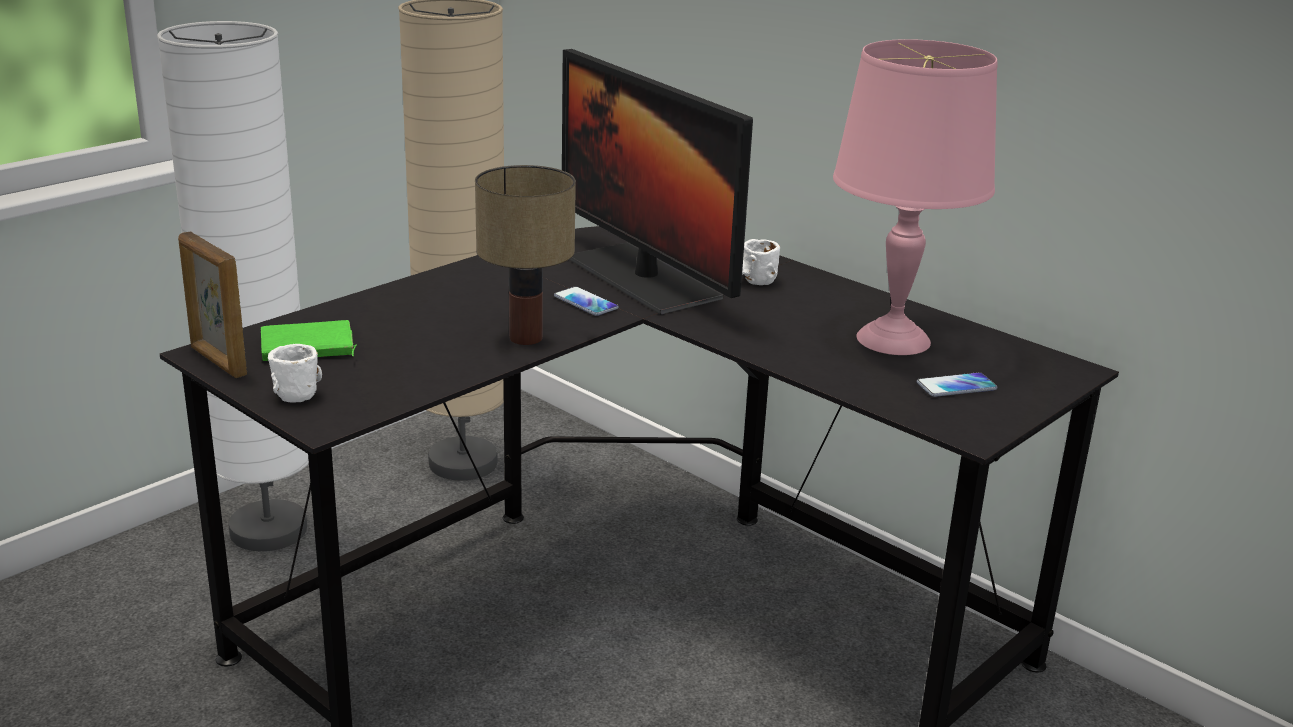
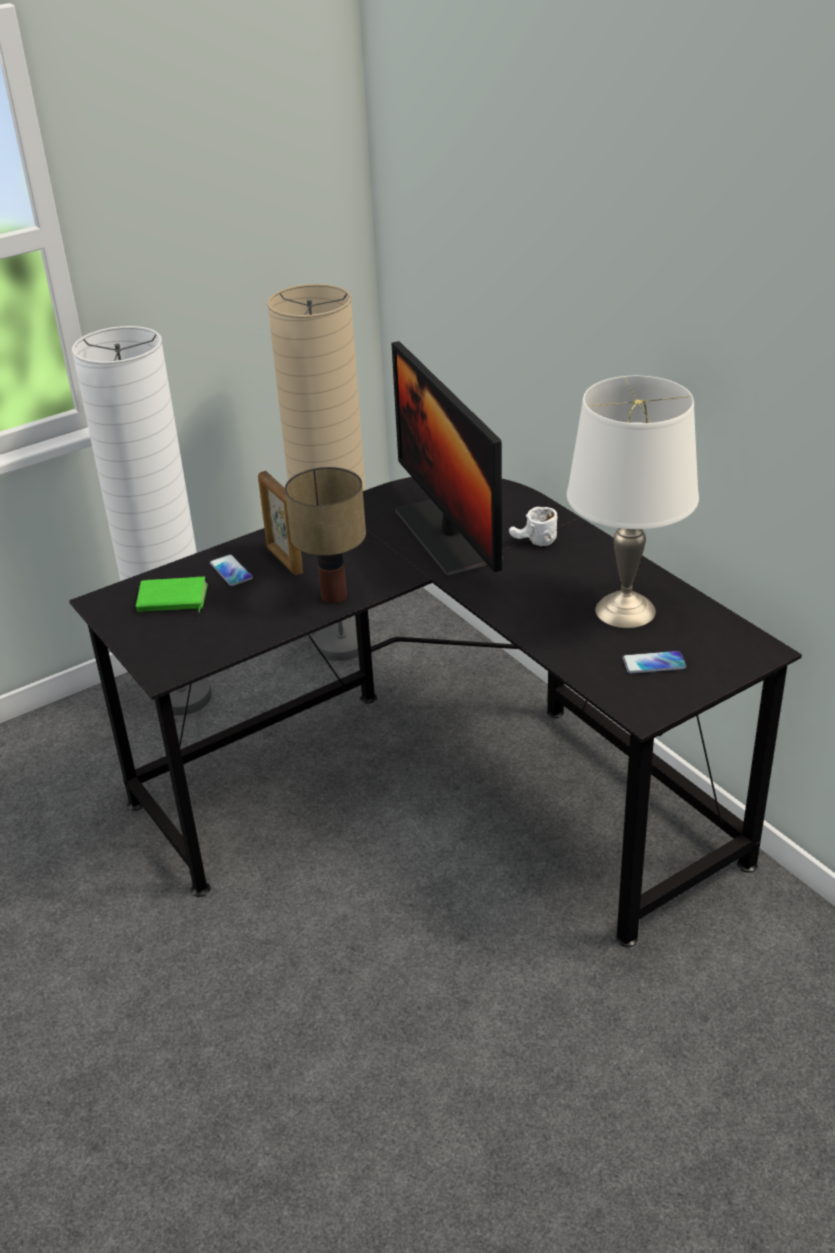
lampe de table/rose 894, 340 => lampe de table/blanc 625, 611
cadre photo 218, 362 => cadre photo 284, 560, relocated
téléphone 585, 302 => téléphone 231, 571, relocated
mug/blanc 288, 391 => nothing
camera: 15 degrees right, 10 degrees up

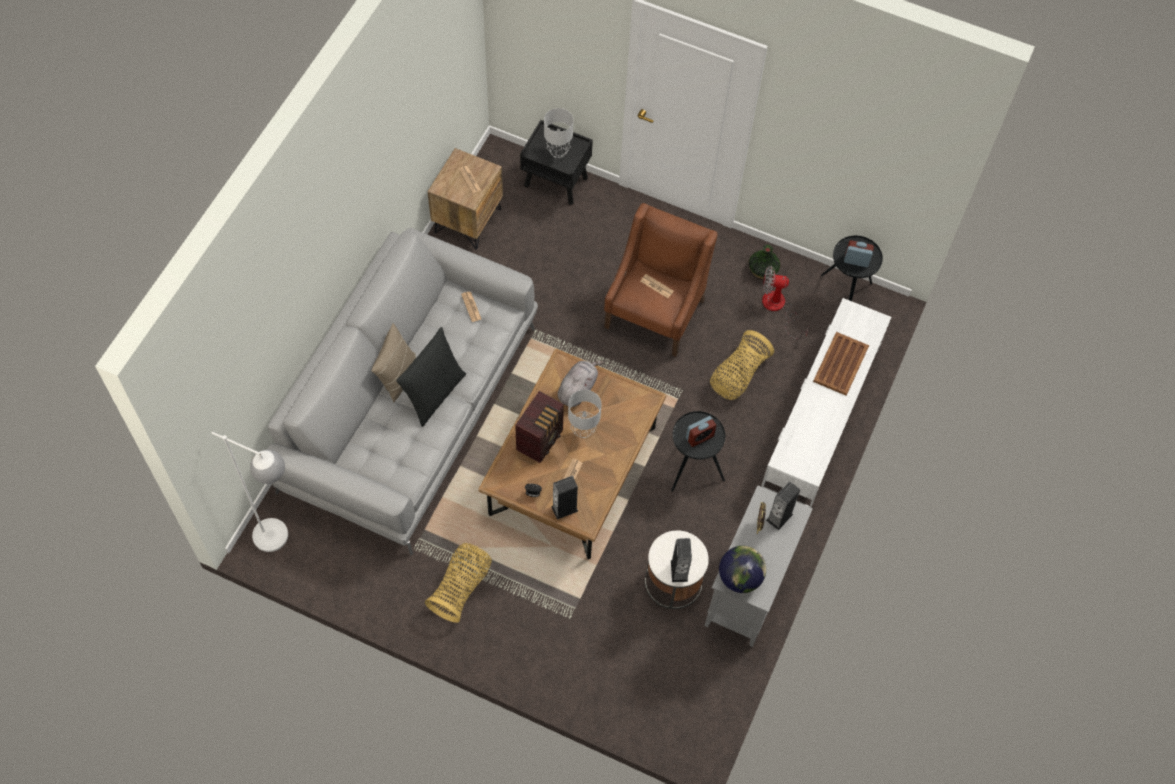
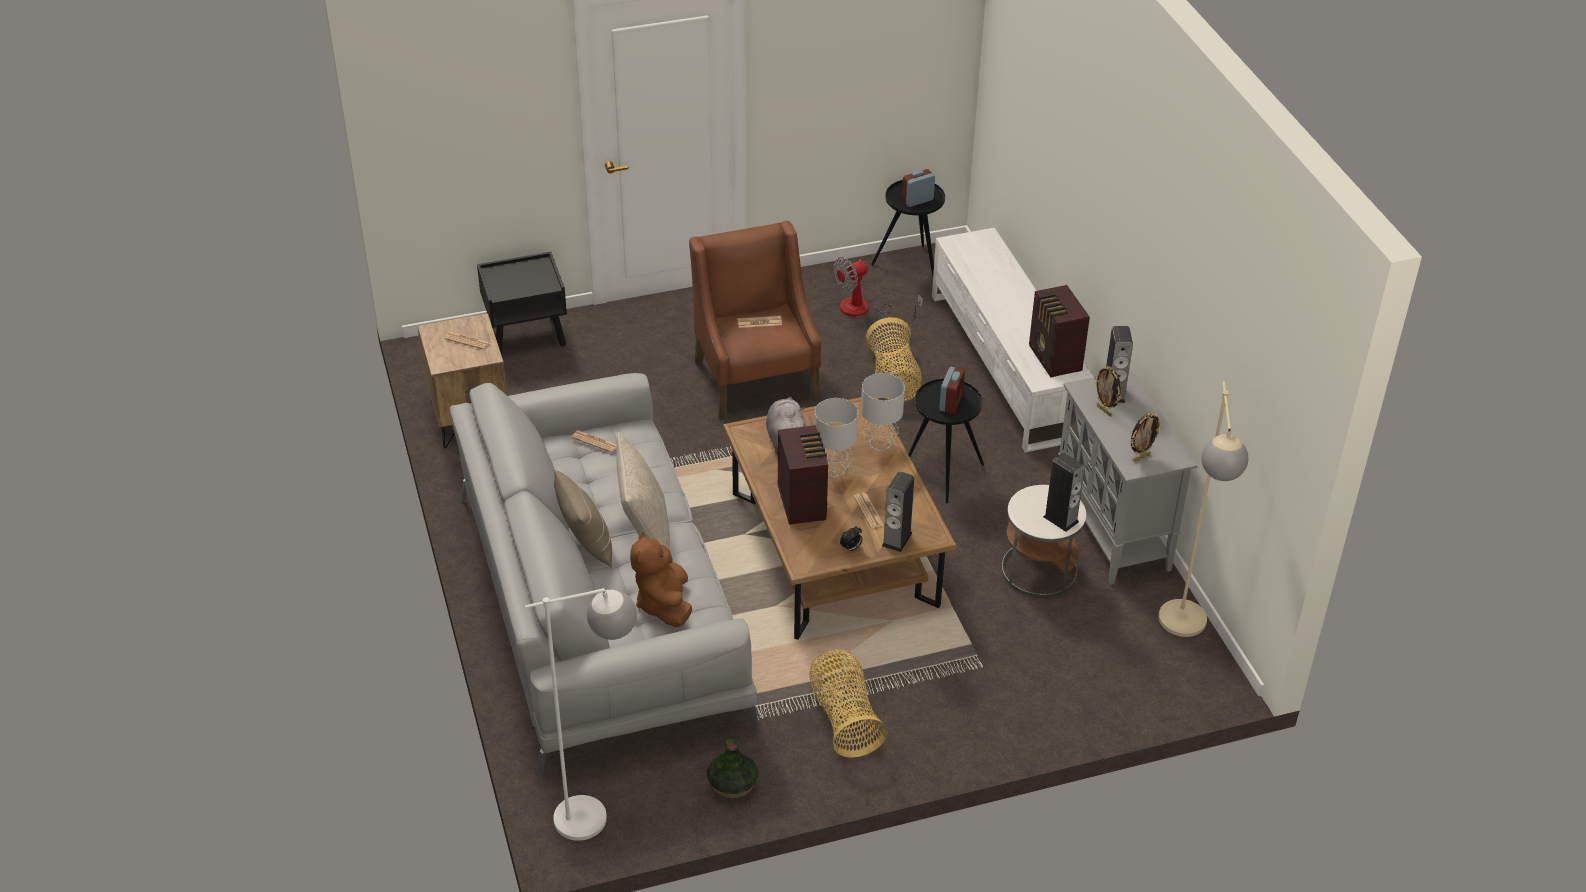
lampe de table/gris 557, 151 => lampe de table/gris 879, 443, relocated
vase 762, 269 => vase 732, 785, relocated
coussin/noir 434, 393 => coussin/beige 645, 534
plateau/marron 841, 363 => nothing
globe 740, 577 => cadre photo 1140, 457
nothing => radio 1054, 359
nothing => lampadaire/beige 1183, 632
nothing => peluche/marron 664, 604
camera: 40 degrees left, 20 degrees down

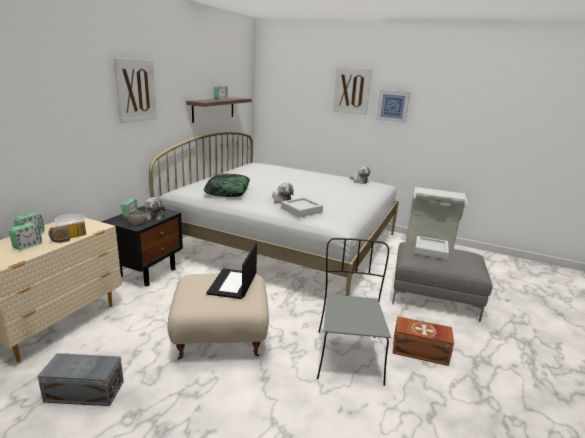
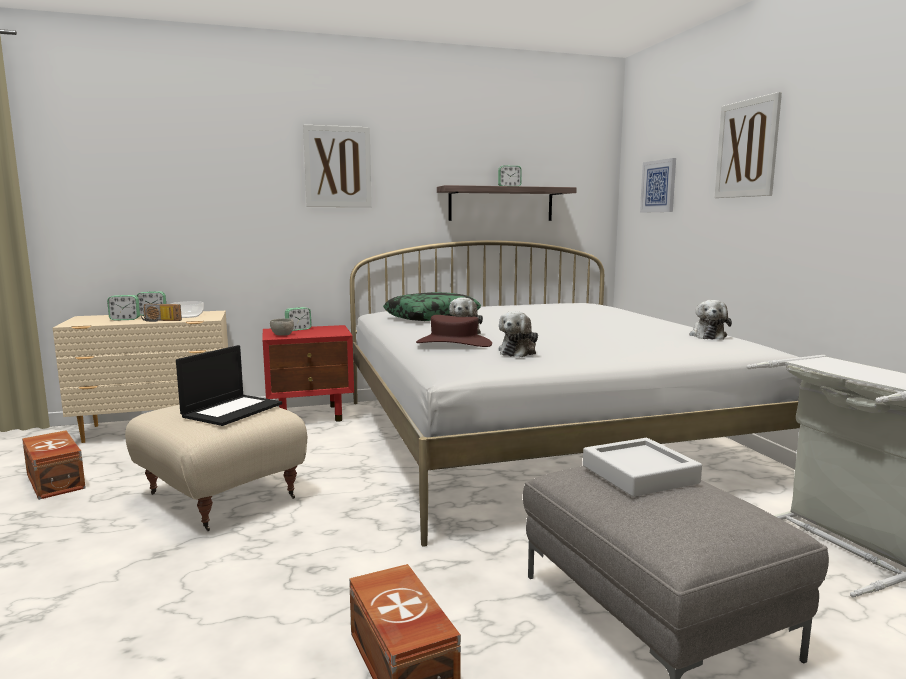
tableau 392, 106 => tableau 659, 186, relocated
peluche 153, 216 => peluche 518, 352, relocated
plateau/gris 301, 210 => chapeau/marron 454, 343
table de chevet/noir 147, 272 => table de chevet/rouge 311, 415
chaise/gris 348, 355 => nothing
ordinateur portable 233, 284 => ordinateur portable 232, 410, 150 degrees clockwise
boîte de rangement/gris 85, 392 => boîte de rangement/marron 54, 481
camera: 50 degrees right, 10 degrees down

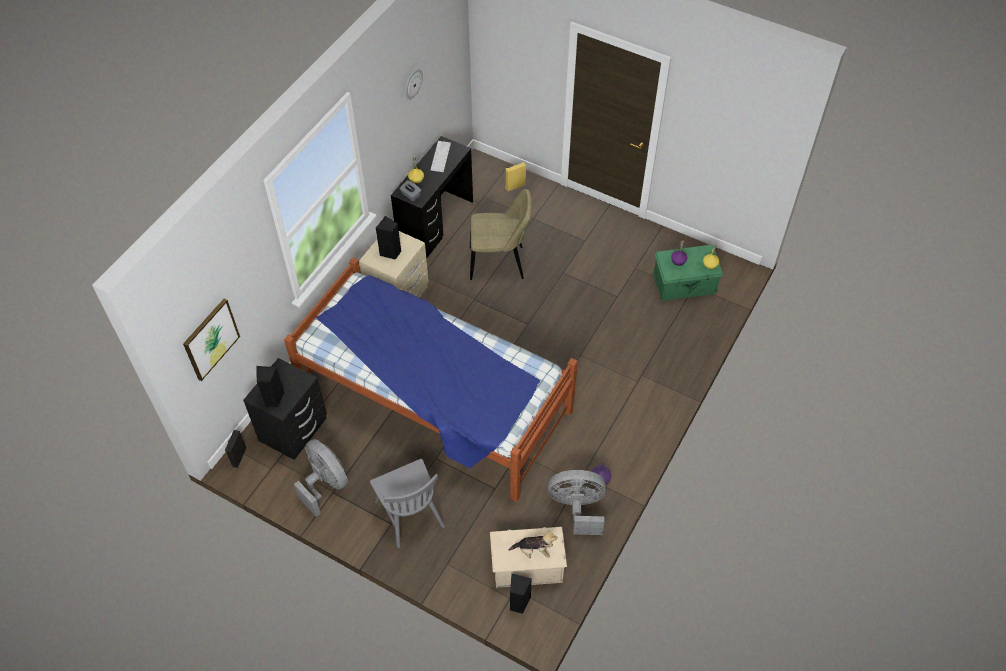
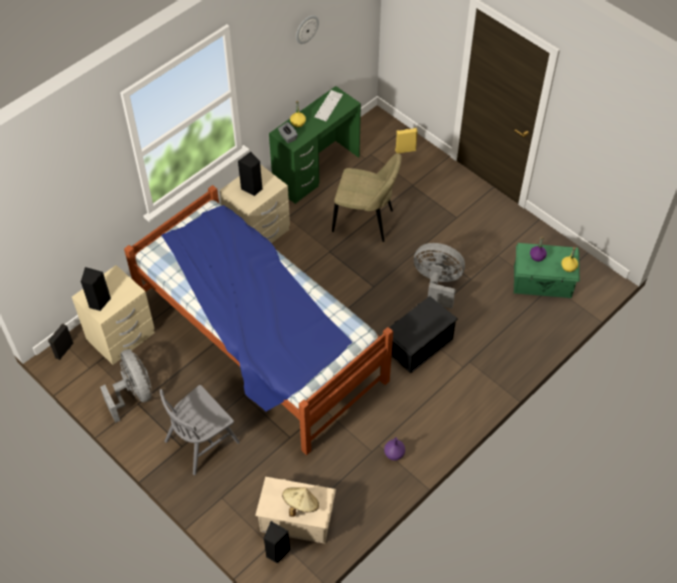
bureau/noir 435, 224 => bureau/vert 316, 171
tableau 211, 339 => nothing
table de chevet/noir 294, 430 => table de chevet/beige 121, 337
chaise/gris 409, 513 => chaise/gris 202, 441, 60 degrees clockwise
ventilateur/gris 577, 508 => ventilateur/gris 437, 283, relocated
peluche 534, 550 => chapeau/beige 300, 505
nothing => boîte de rangement/noir 418, 344
camera: 15 degrees right, 0 degrees up

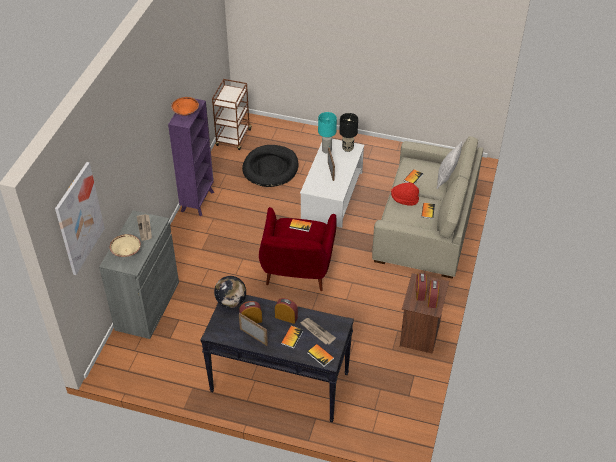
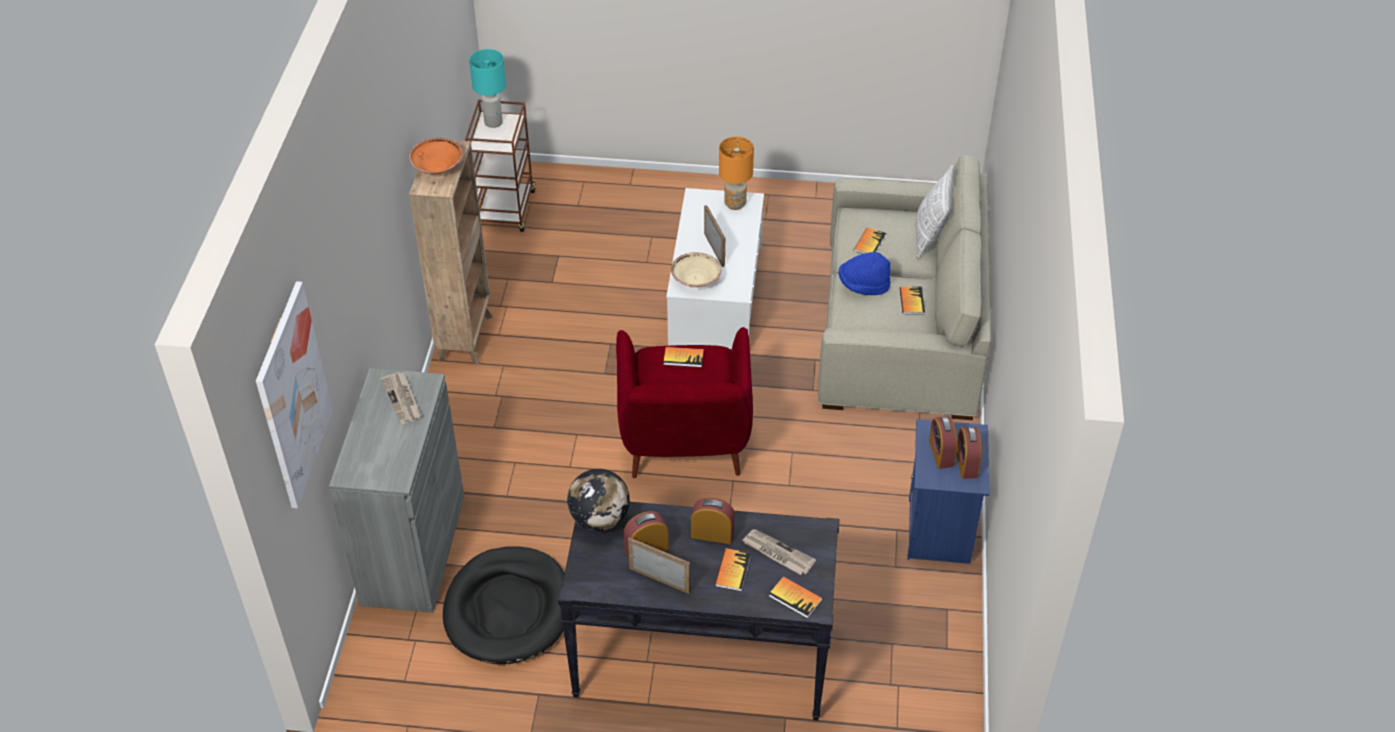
bibliothèque/violet 198, 201 => bibliothèque/marron 465, 336
lampe de table/turquoise 326, 150 => lampe de table/turquoise 493, 122, relocated
lampe de table/noir 347, 148 => lampe de table/orange 735, 204
panier pour chien/noir 270, 168 => panier pour chien/noir 508, 609, relocated
chapeau/rouge 404, 199 => chapeau/bleu 863, 285
bol/beige 126, 251 => bol/beige 695, 280, relocated
table de chevet/marron 421, 334 => table de chevet/bleu 940, 530
camera: 10 degrees left, 0 degrees up

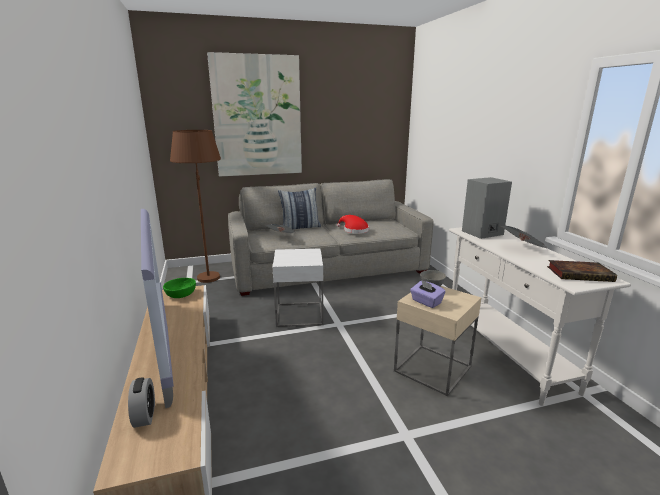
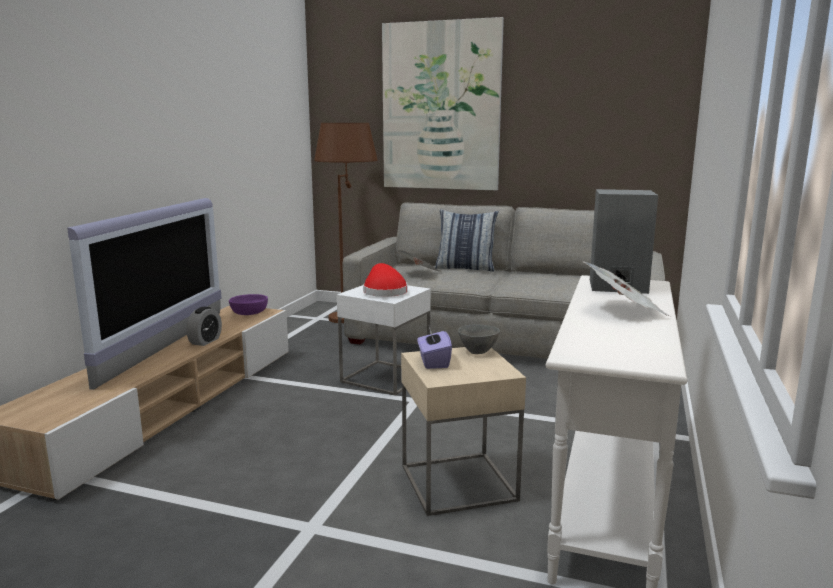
chapeau/rouge 354, 230 => chapeau/rouge 384, 292, relocated
livre 580, 274 => nothing
bol/vert 180, 294 => bol/violet 249, 313
réveil 144, 416 => réveil 205, 341, relocated
camera: 35 degrees right, 5 degrees down

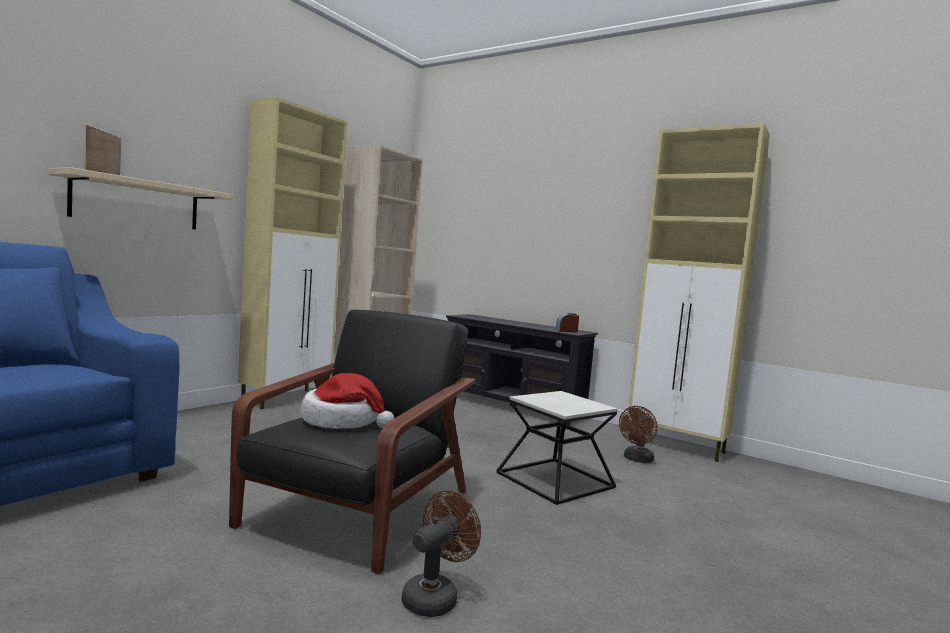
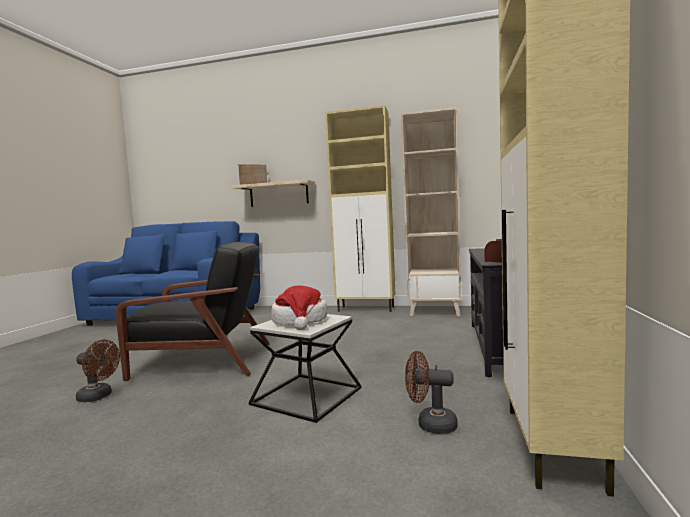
chapeau 342, 421 => chapeau 300, 321, relocated
camera: 70 degrees right, 0 degrees up

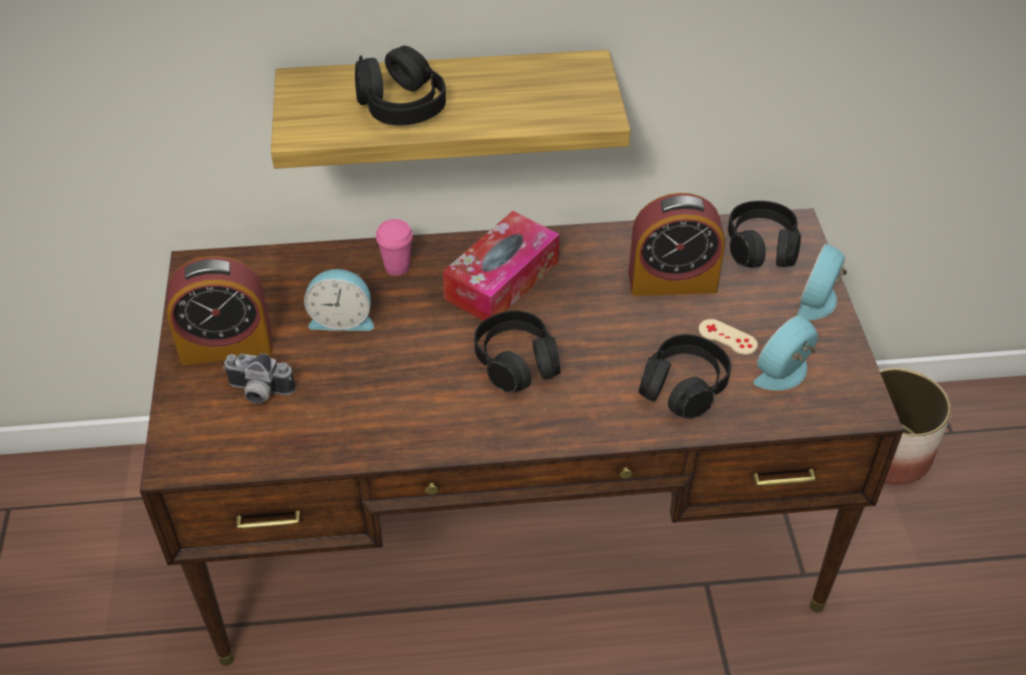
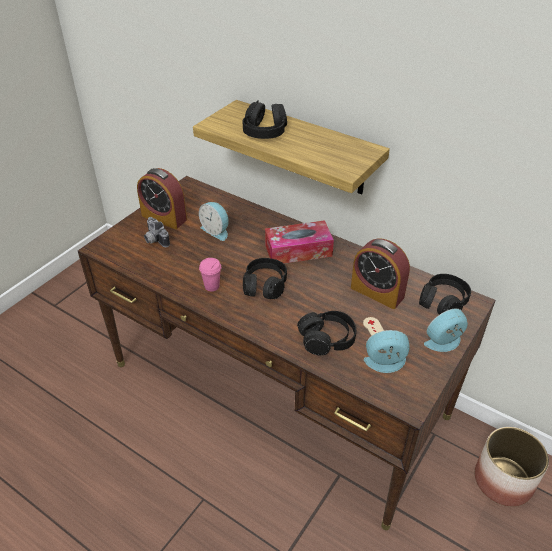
tasse/rose 397, 267 => tasse/rose 212, 286, relocated
camera: 40 degrees right, 5 degrees down

